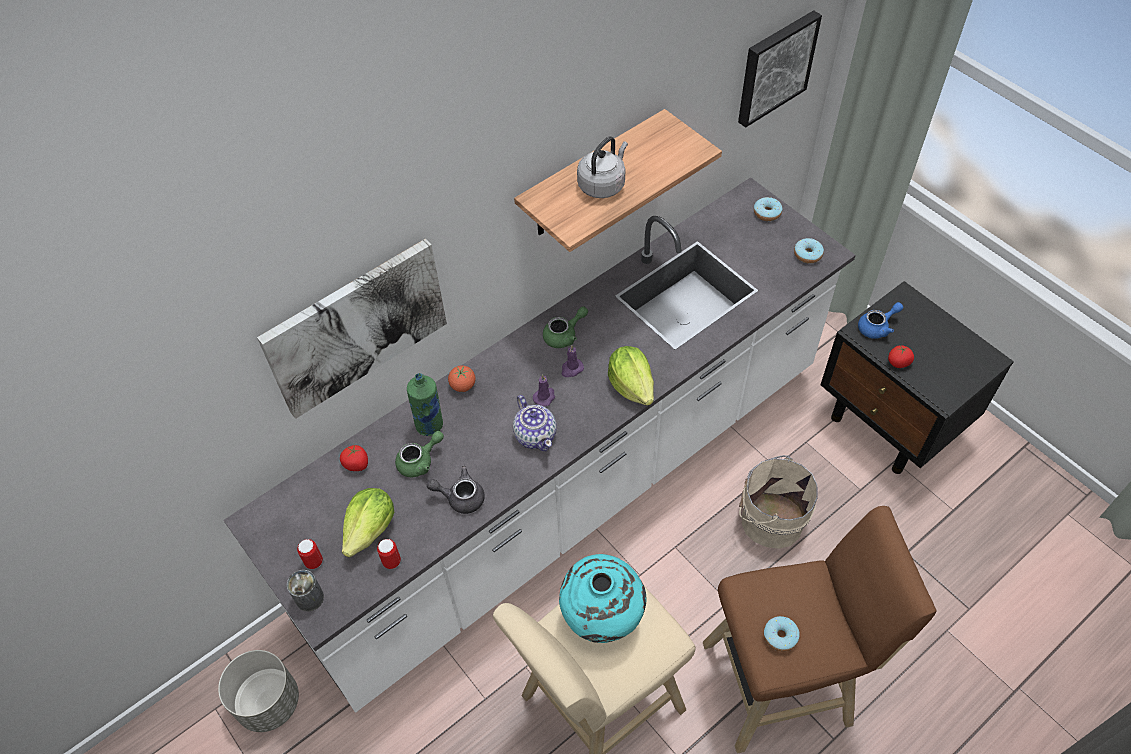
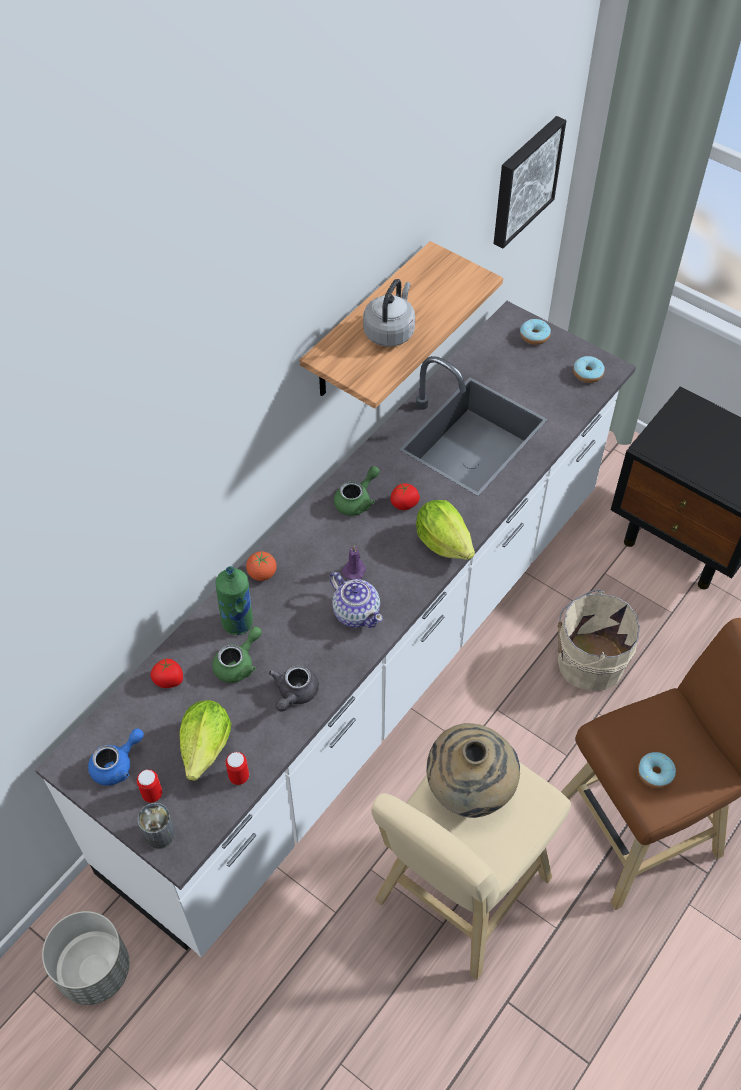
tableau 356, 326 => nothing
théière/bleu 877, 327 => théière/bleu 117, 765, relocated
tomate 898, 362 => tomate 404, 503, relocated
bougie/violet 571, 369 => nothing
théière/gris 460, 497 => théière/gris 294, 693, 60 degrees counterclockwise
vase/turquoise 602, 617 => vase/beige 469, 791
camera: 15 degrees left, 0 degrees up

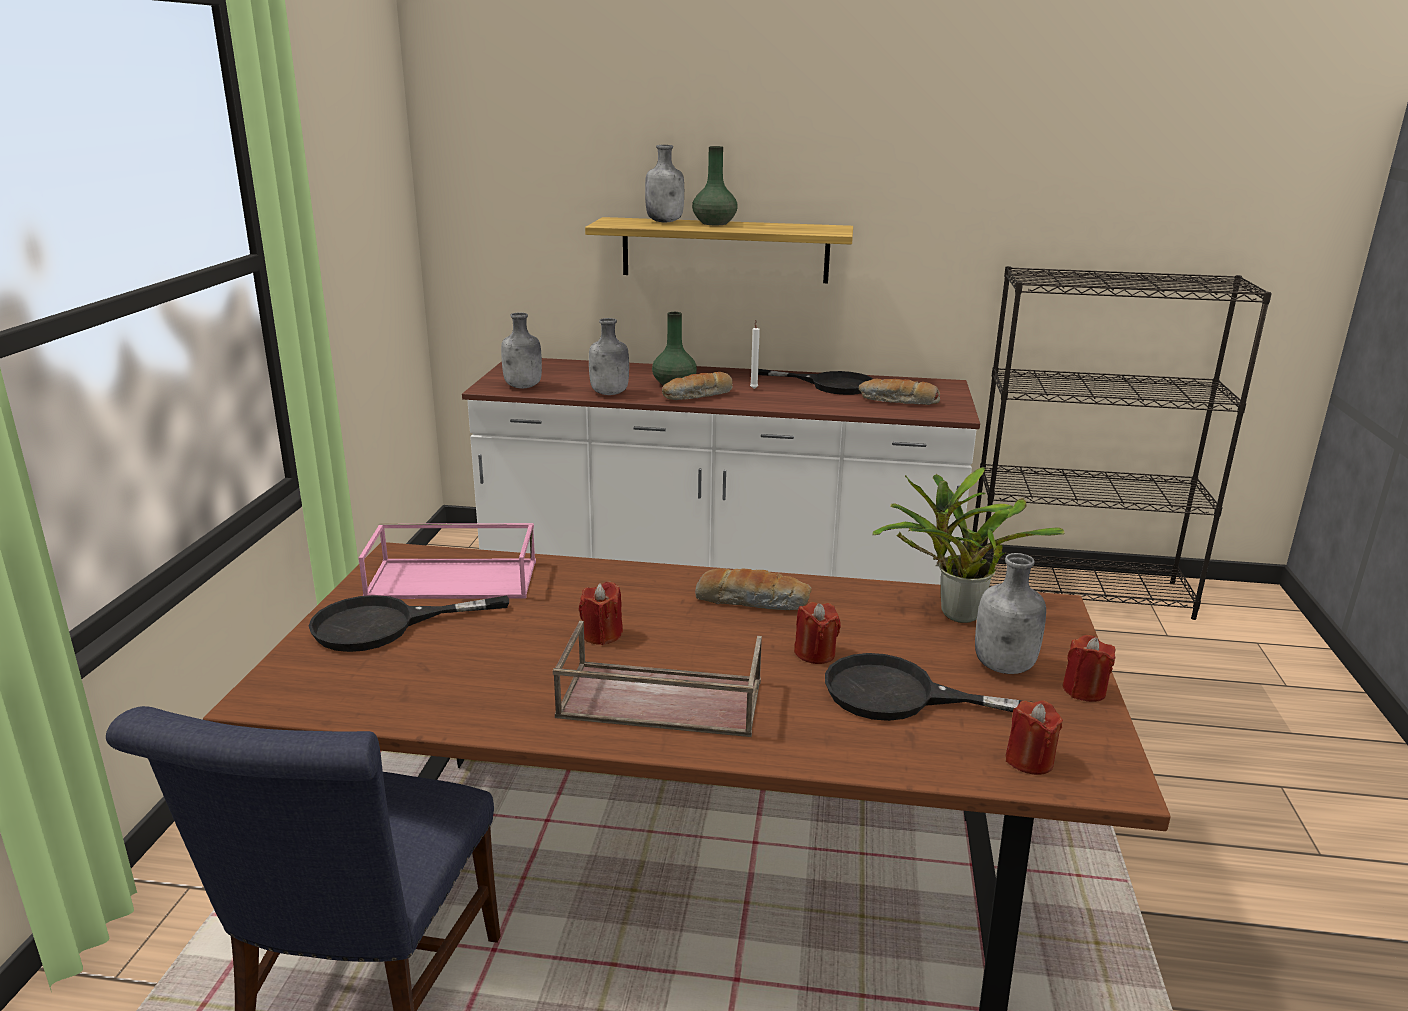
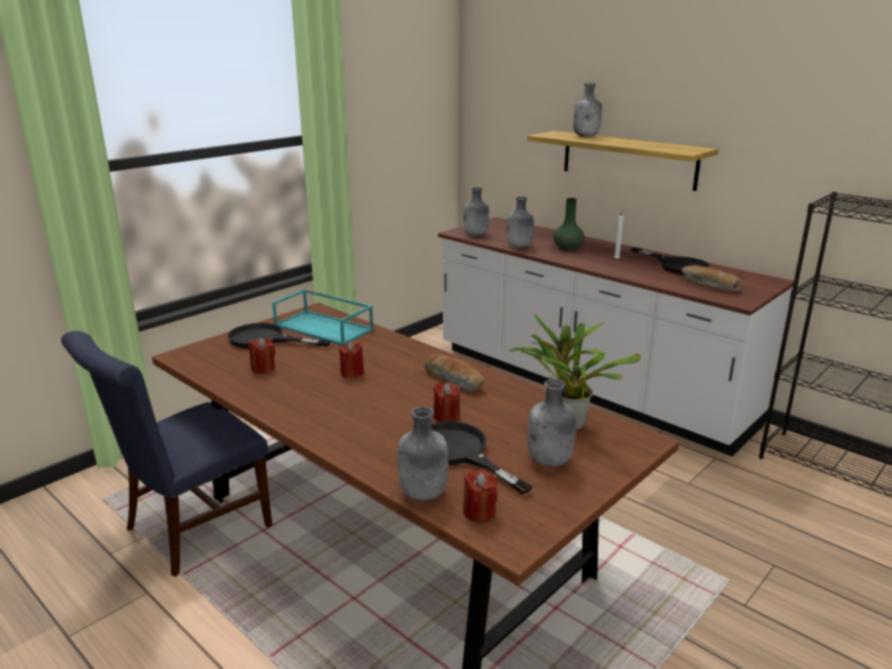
vase/vert 715, 223 => nothing
pain 698, 396 => nothing
plateau/rose 455, 578 => plateau/turquoise 325, 327
plateau/marron 658, 700 => nothing
bougie/rouge 1084, 690 => bougie/rouge 263, 368, relocated
nothing => bouteille/gris 423, 494
camera: 35 degrees right, 0 degrees up

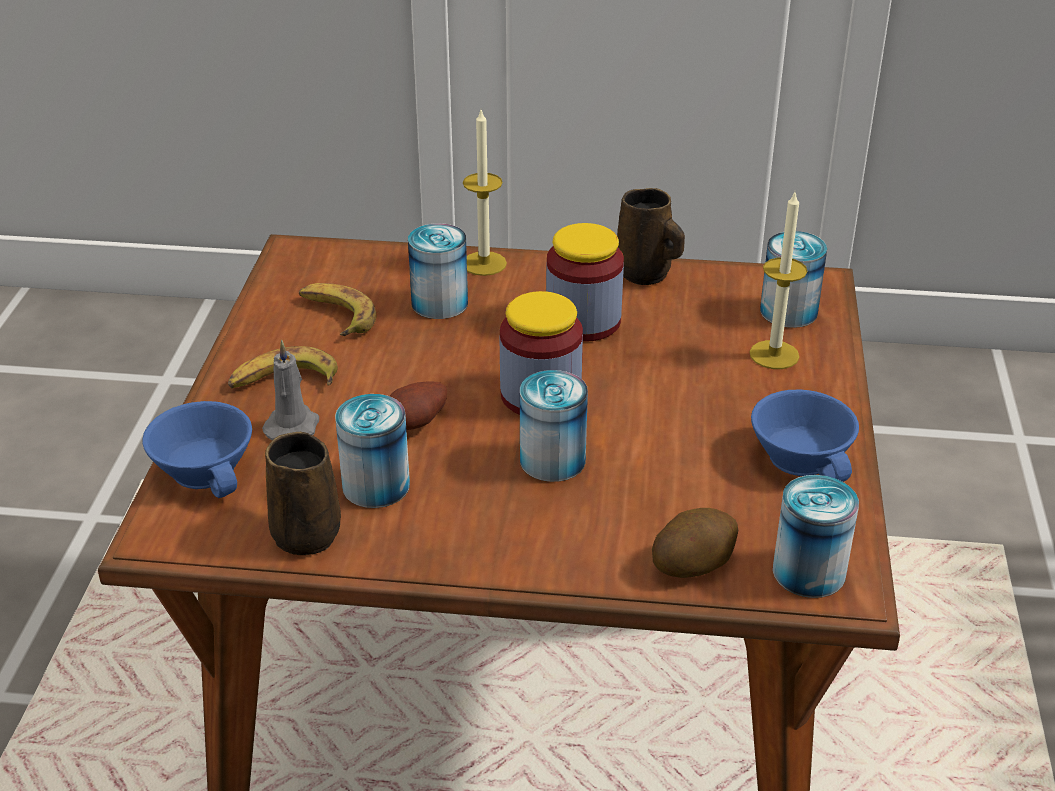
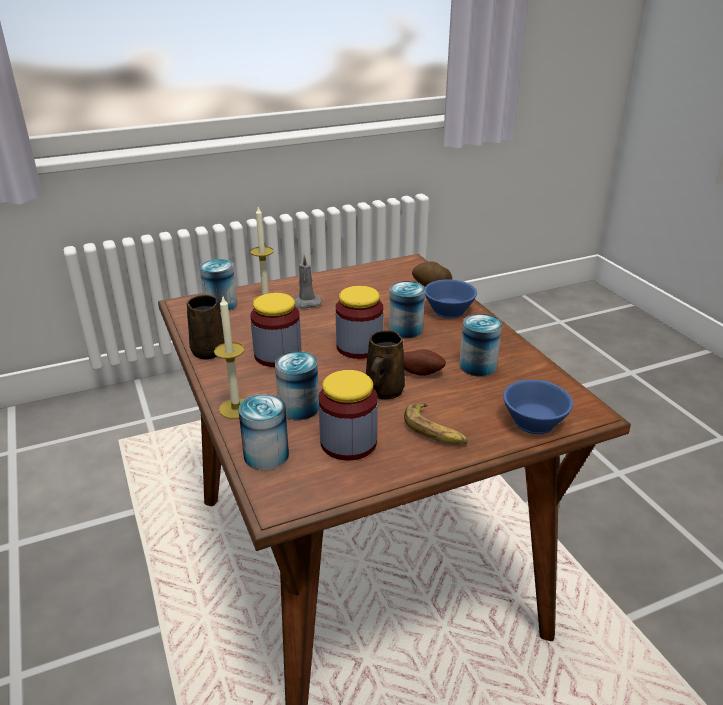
banane 336, 316 => bocal 348, 442
bougie/gris 293, 425 => bougie/gris 305, 303, relocated
tasse/bleu 805, 457 => tasse/bleu 448, 309, relocated
mug/marron 304, 532 => mug/marron 383, 391, relocated
boîte métallique 808, 572 => boîte métallique 266, 455, relocated
camera: 120 degrees left, 5 degrees down

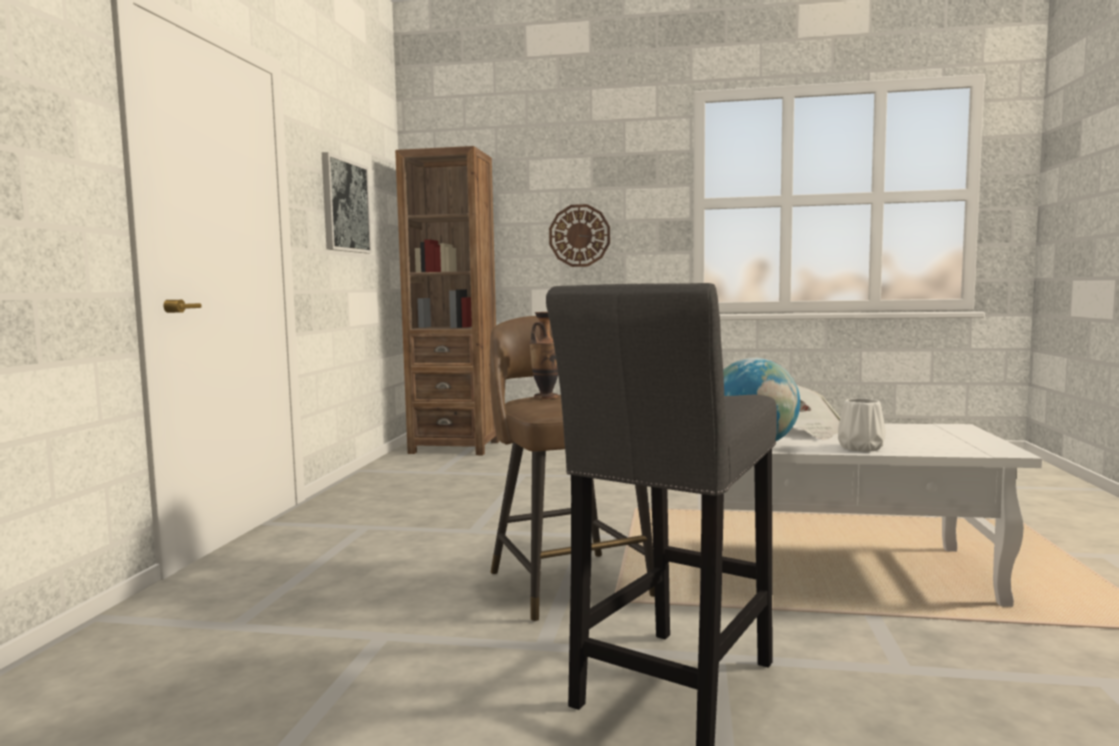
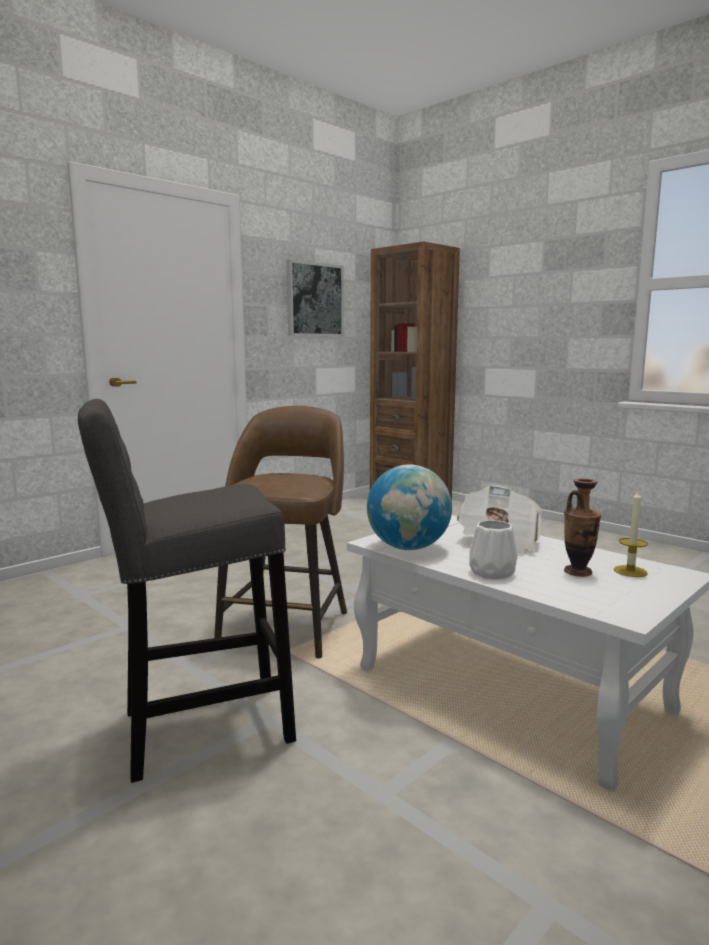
horloge murale 579, 235 => nothing
vase 546, 397 => vase 578, 572, relocated
nothing => bougie 630, 571
camera: 35 degrees right, 5 degrees up

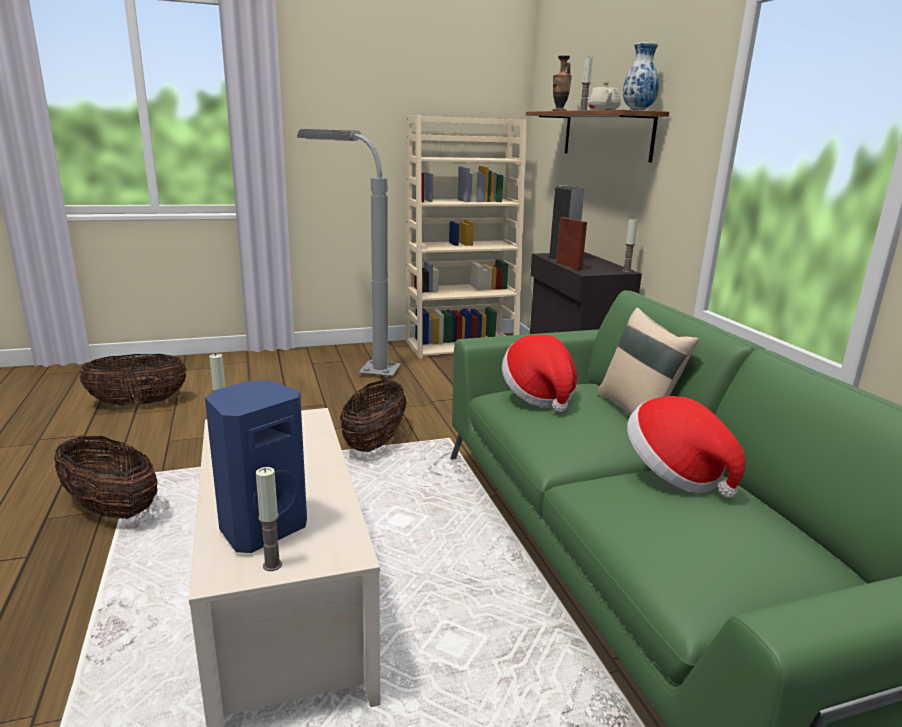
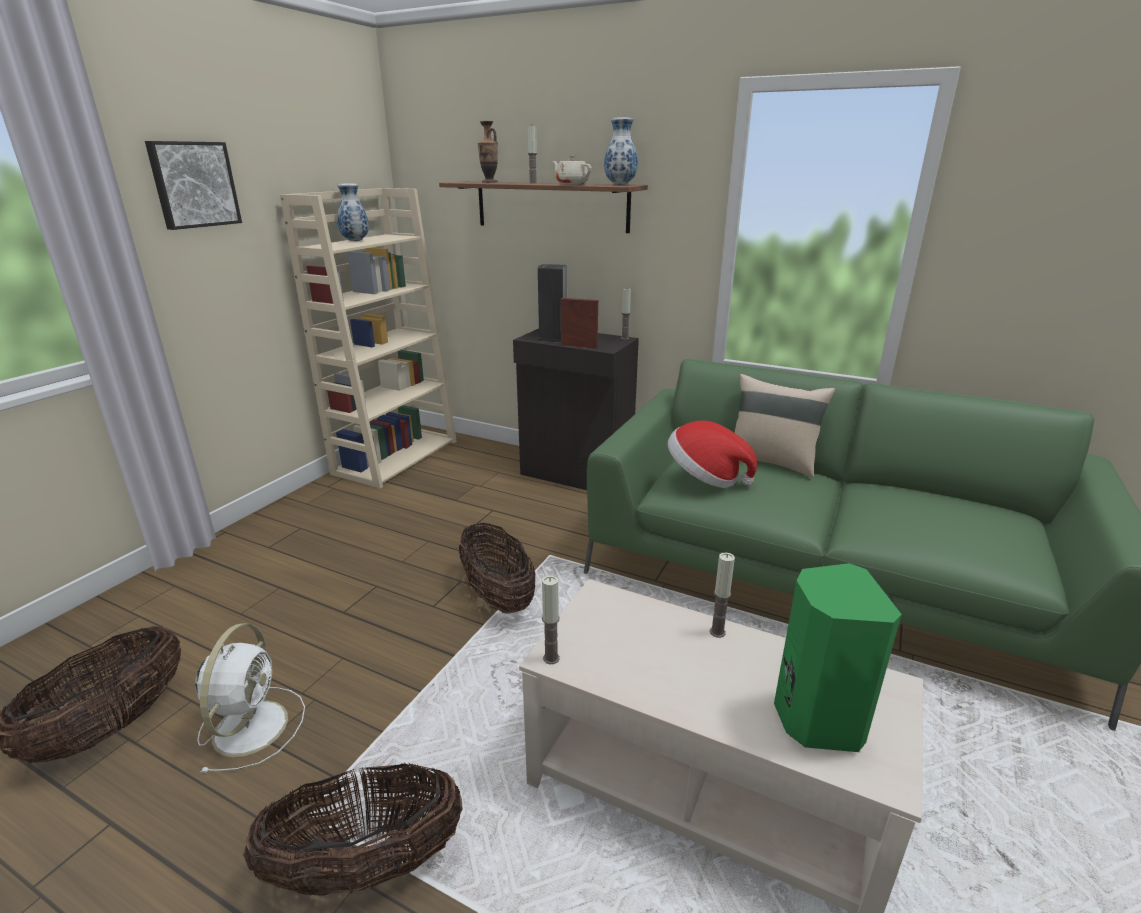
lampadaire/gris 356, 370 => nothing
enceinte/bleu 261, 528 => enceinte/vert 814, 719
chapeau 675, 473 => nothing
bougie 272, 565 => bougie 717, 632, relocated
nothing => tableau 193, 184
nothing => vase 354, 241
nothing => ventilateur/blanc 252, 725
camera: 45 degrees left, 5 degrees up

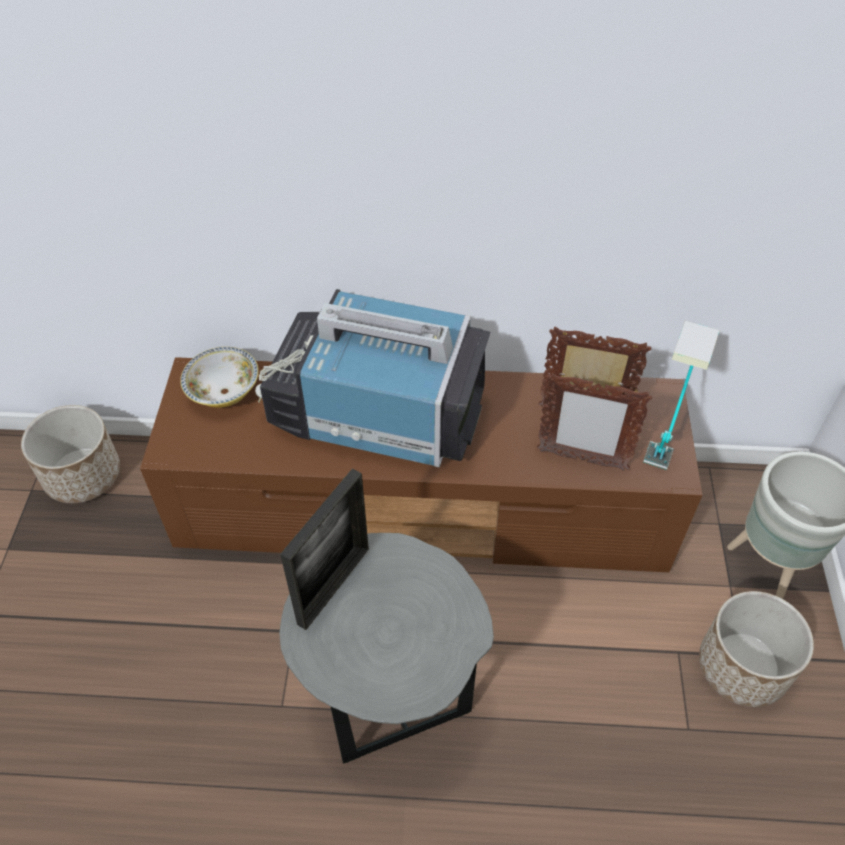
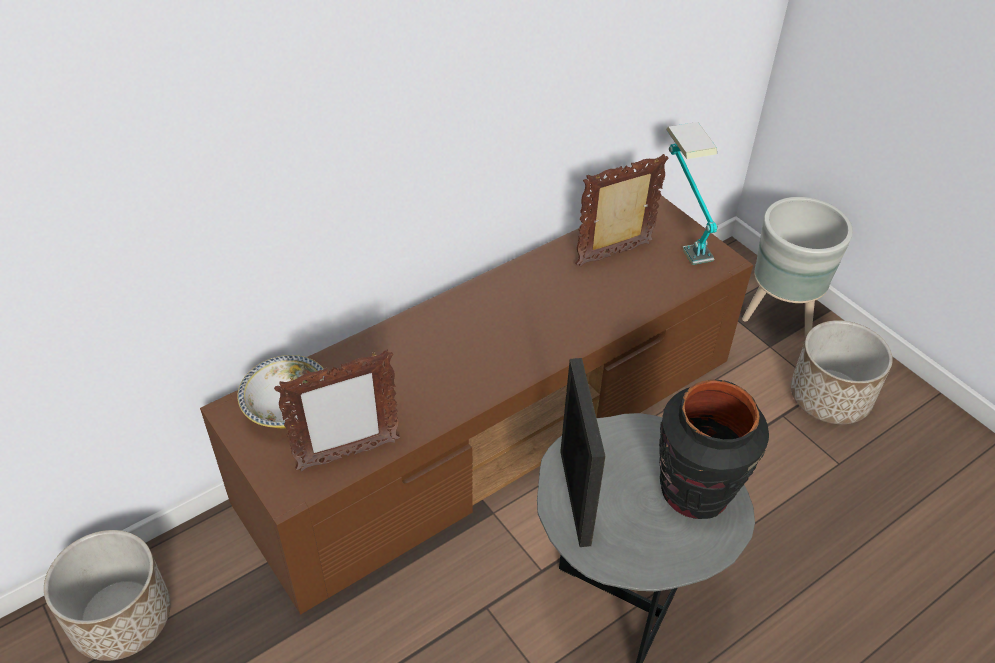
téléviseur 376, 413 => nothing
cadre photo 581, 459 => cadre photo 347, 455, relocated
nothing => vase/noir 695, 493
camera: 40 degrees left, 5 degrees down

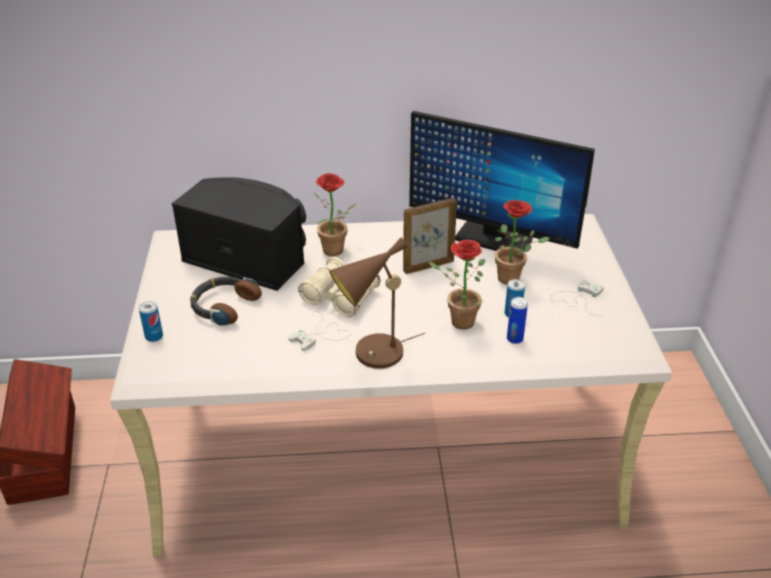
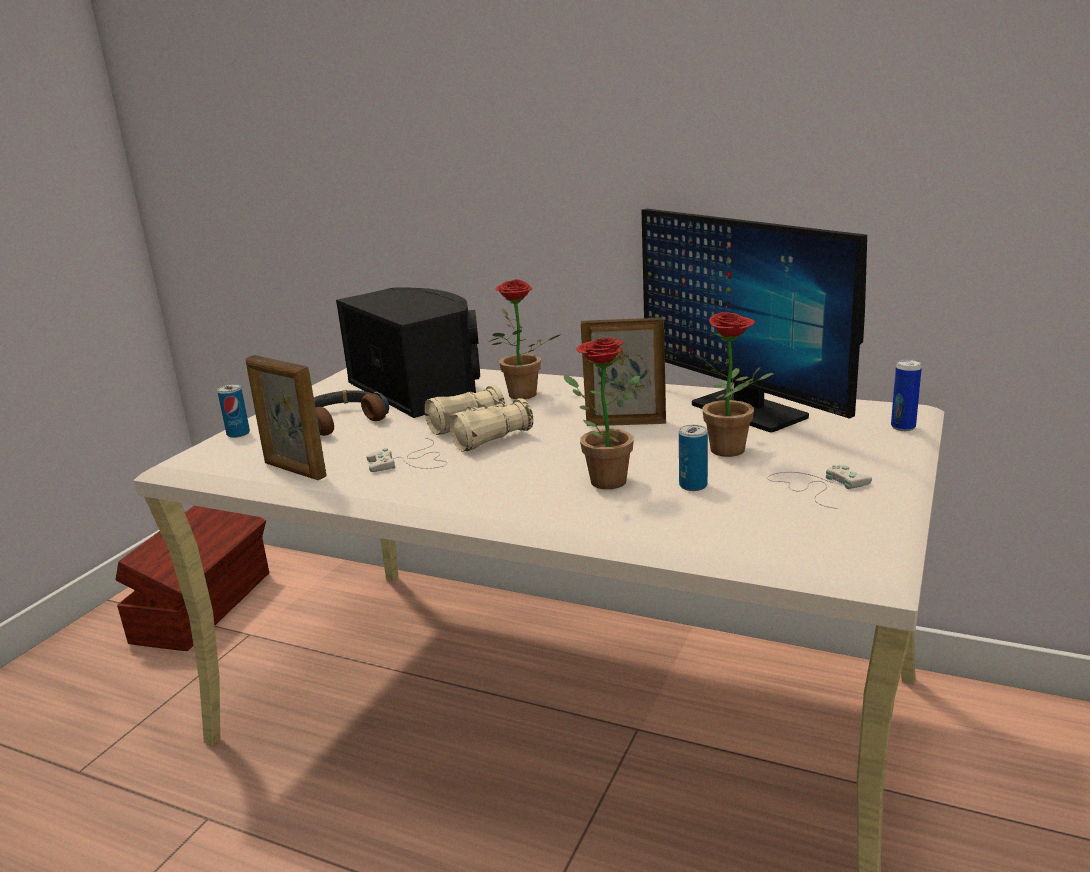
lampe de table/marron 373, 356 => nothing
boîte métallique 514, 339 => boîte métallique 903, 427, relocated
nothing => cadre photo 294, 470
camera: 30 degrees right, 15 degrees down

